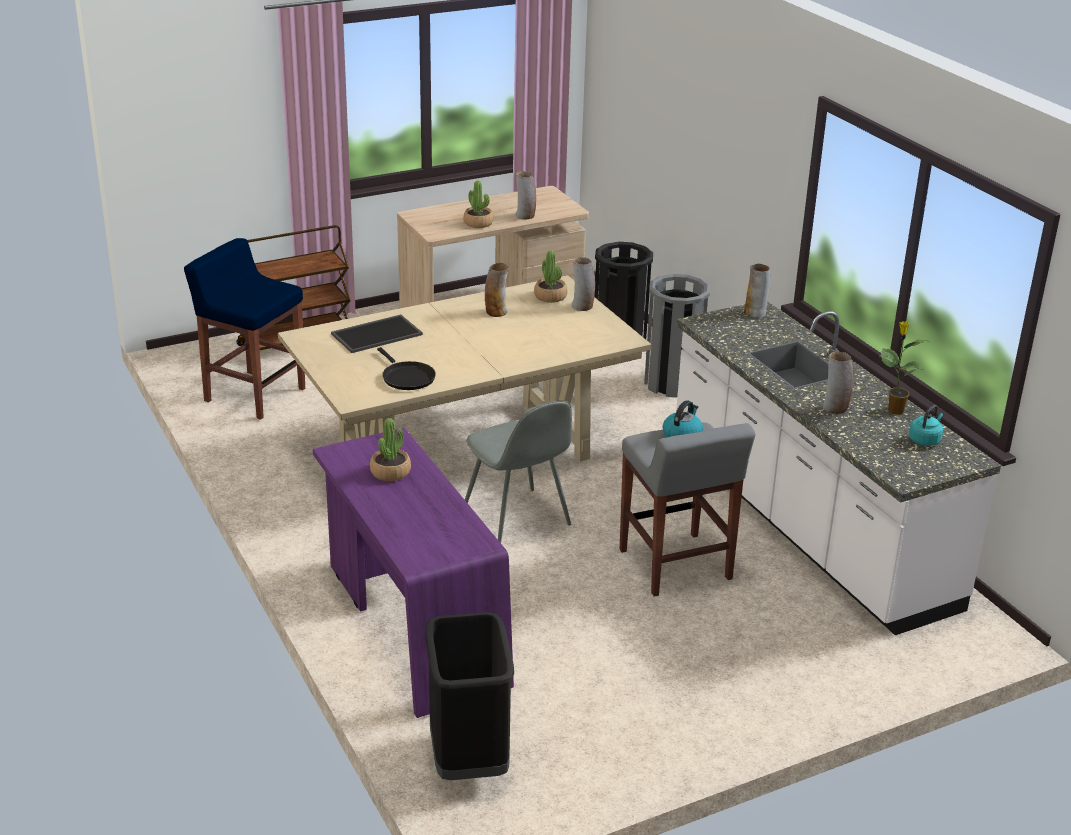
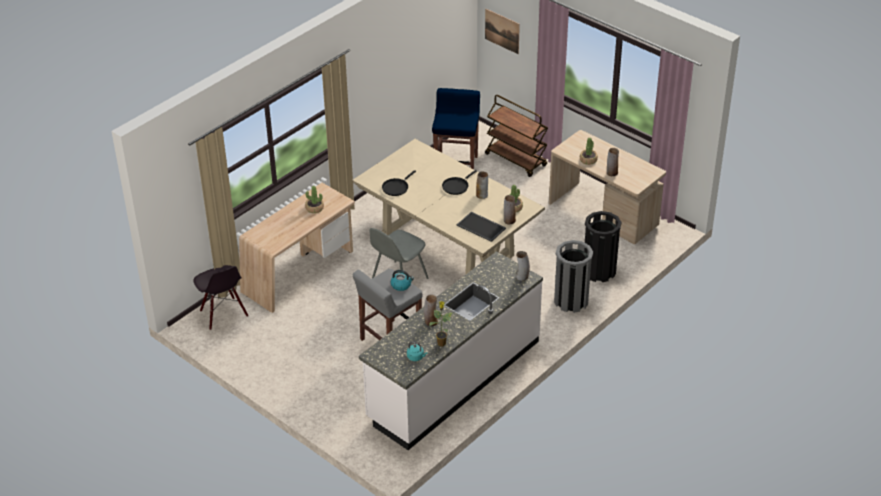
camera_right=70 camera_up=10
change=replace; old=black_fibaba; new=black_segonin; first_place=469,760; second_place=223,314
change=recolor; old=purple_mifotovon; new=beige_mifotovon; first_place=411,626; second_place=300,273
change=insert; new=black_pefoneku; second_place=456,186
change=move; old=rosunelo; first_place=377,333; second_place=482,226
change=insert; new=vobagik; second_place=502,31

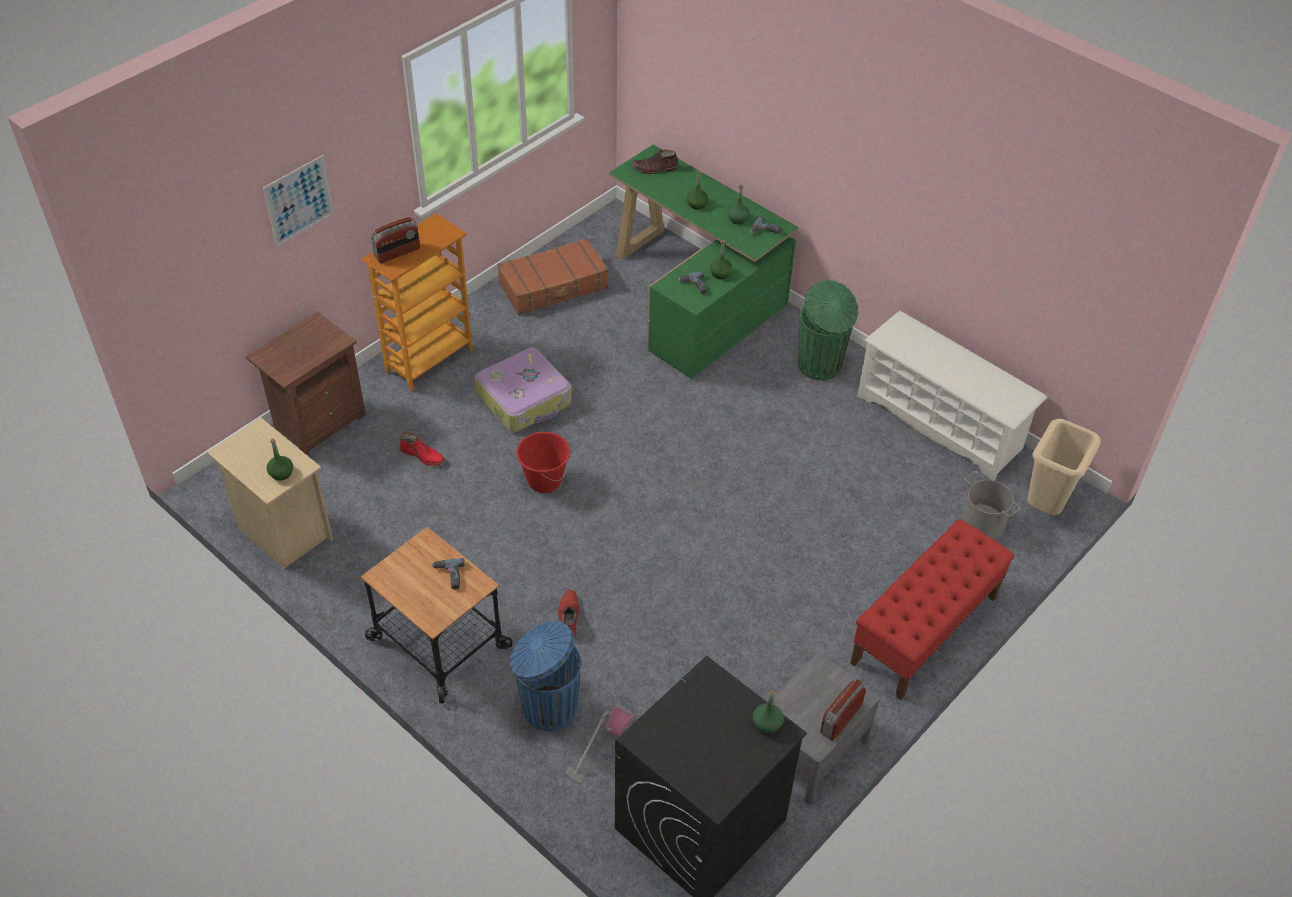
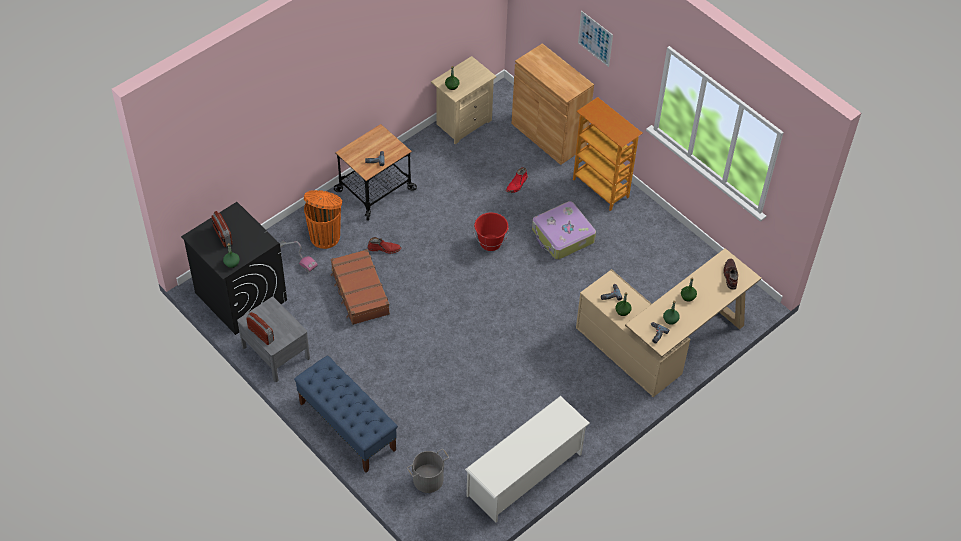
camera_right=95 camera_up=5
change=move; old=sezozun; first_place=397,253; second_place=222,236
change=recolor; old=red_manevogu; new=blue_manevogu; first_place=924,631; second_place=347,426
change=recolor; old=blue_fibaba; new=orange_fibaba; first_place=548,707; second_place=325,236
change=move; old=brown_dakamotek; first_place=554,286; second_place=359,292
change=replace; old=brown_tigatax; new=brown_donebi; first_place=318,422; second_place=548,135
change=recolor; old=green_mifotovon; new=beige_mifotovon; first_place=697,297; second_place=663,342
change=delete; old=green_fibaba; first_place=820,366
change=delete; old=beige_fibaba; first_place=1045,507

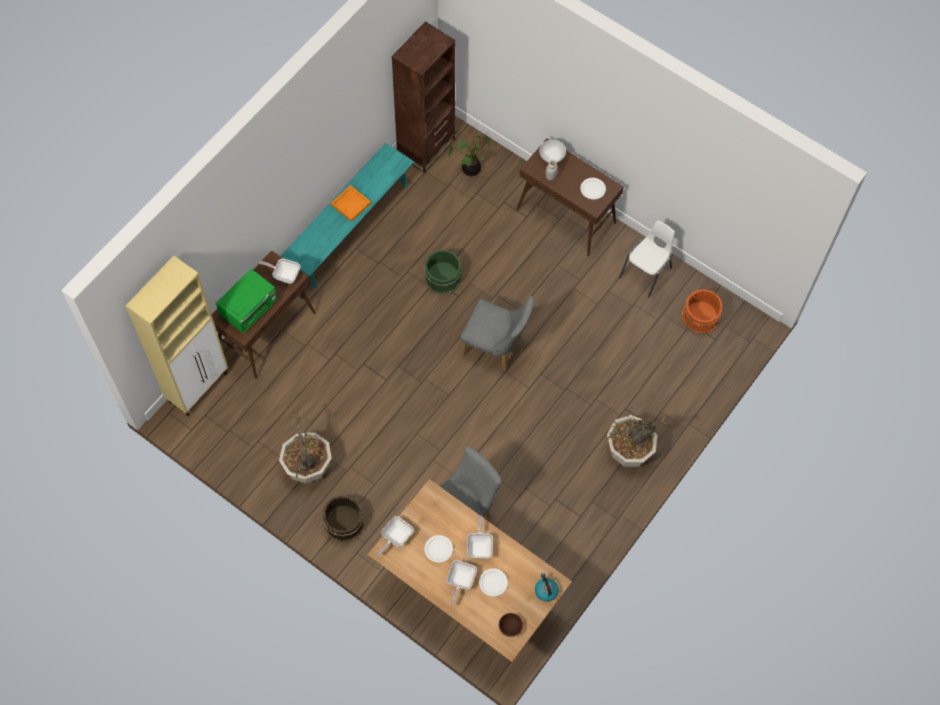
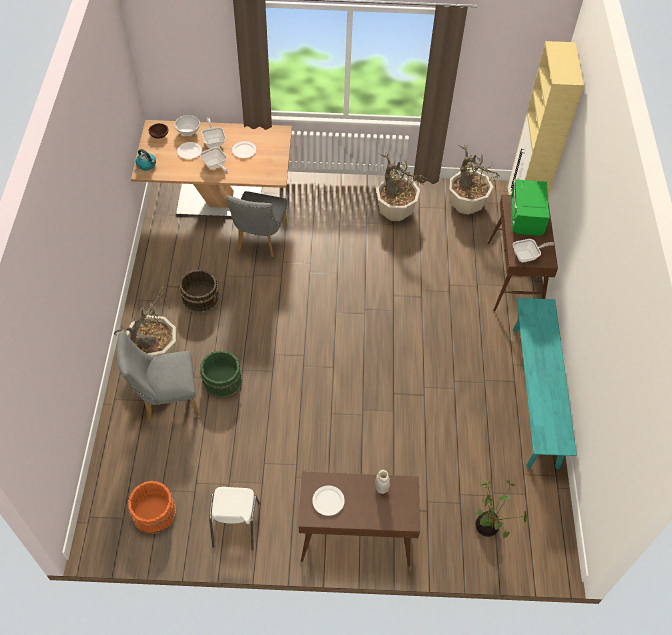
camera_right=145 camera_up=-10
change=move; old=grey_segonin; first_place=496,347; second_place=166,399
change=move; old=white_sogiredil; first_place=551,157; second_place=188,132
change=move; old=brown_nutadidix; first_place=343,522; second_place=201,298
change=move; old=green_nutadidix; first_place=442,277; second_place=222,380
change=insert; new=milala; second_place=467,205
change=delete; old=orange_rosunelo; first_place=351,204
change=delete; old=pefoneku; first_place=395,538
change=delete; old=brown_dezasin; first_place=426,147

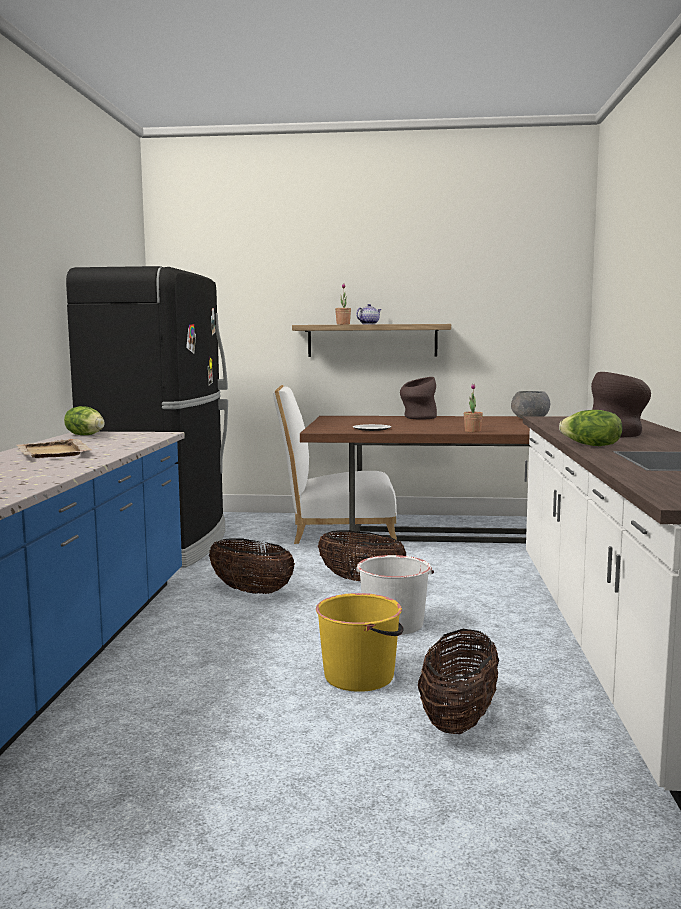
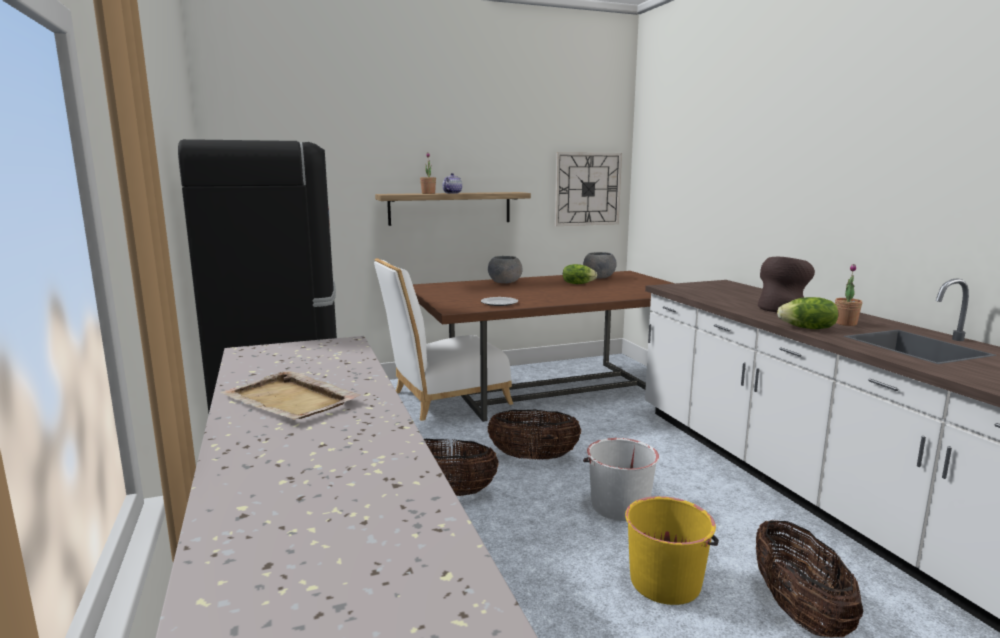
camera_right=-25 camera_up=5
change=replace; old=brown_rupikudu; new=grey_sogiredil; first_place=417,418; second_place=505,282
change=insert; new=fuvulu; second_place=587,189
change=move; old=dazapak; first_place=86,435; second_place=578,284
change=move; old=milala; first_place=472,431; second_place=845,323

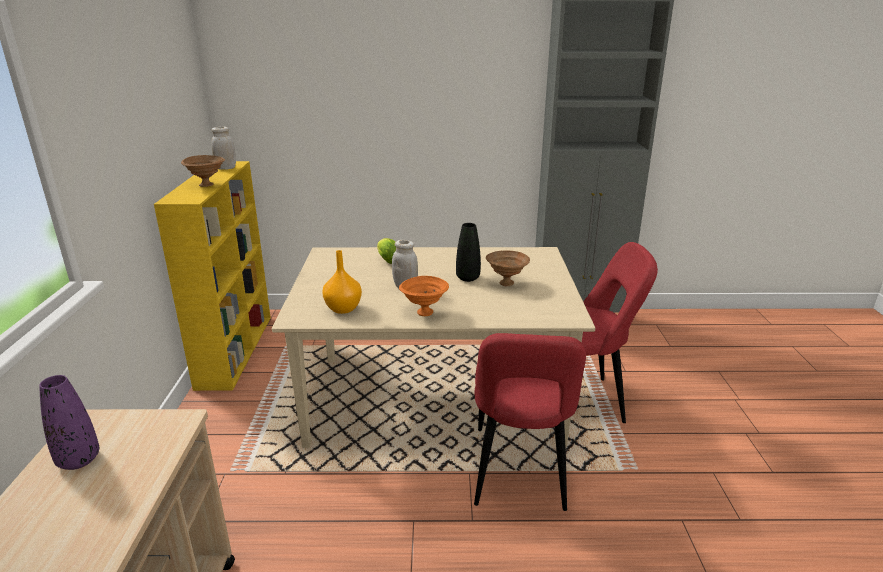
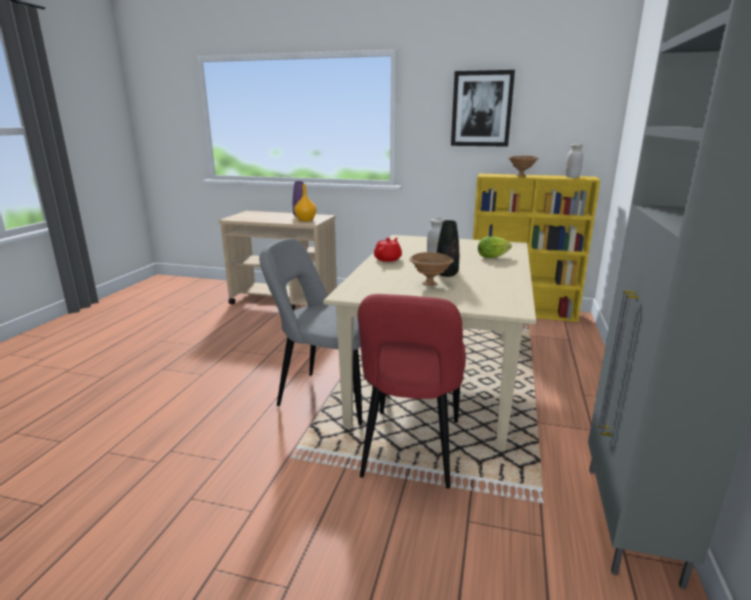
camera_right=105 camera_up=-5
change=recolor; old=red_segonin; new=grey_segonin; first_place=519,472; second_place=328,396
change=move; old=orange_rupikudu; first_place=343,309; second_place=305,220
change=replace; old=orange_sogiredil; new=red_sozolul; first_place=423,312; second_place=388,259
change=insert; new=vobagik; second_place=481,109

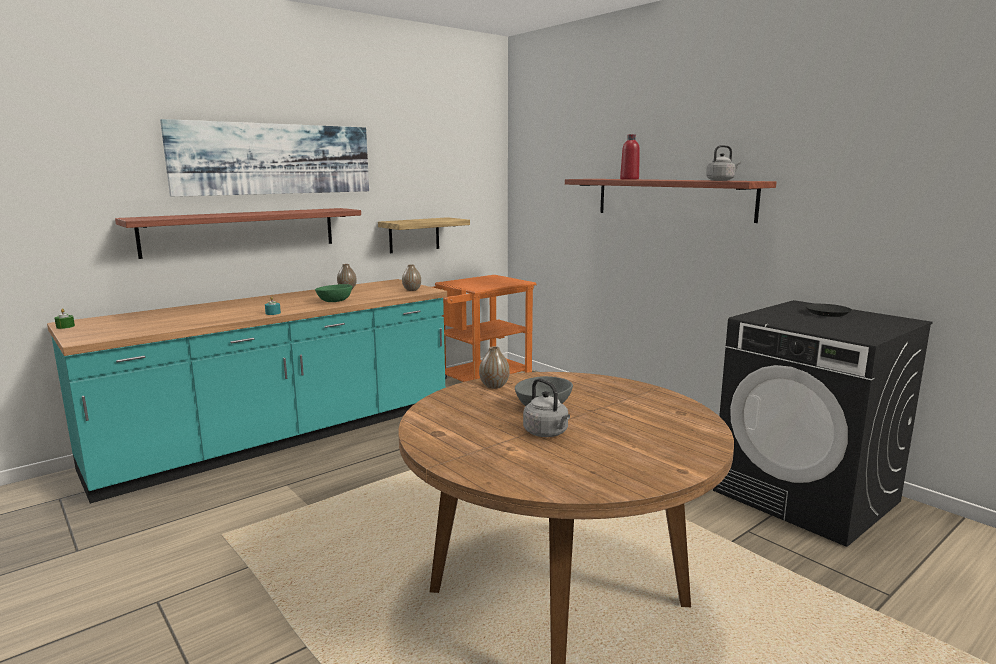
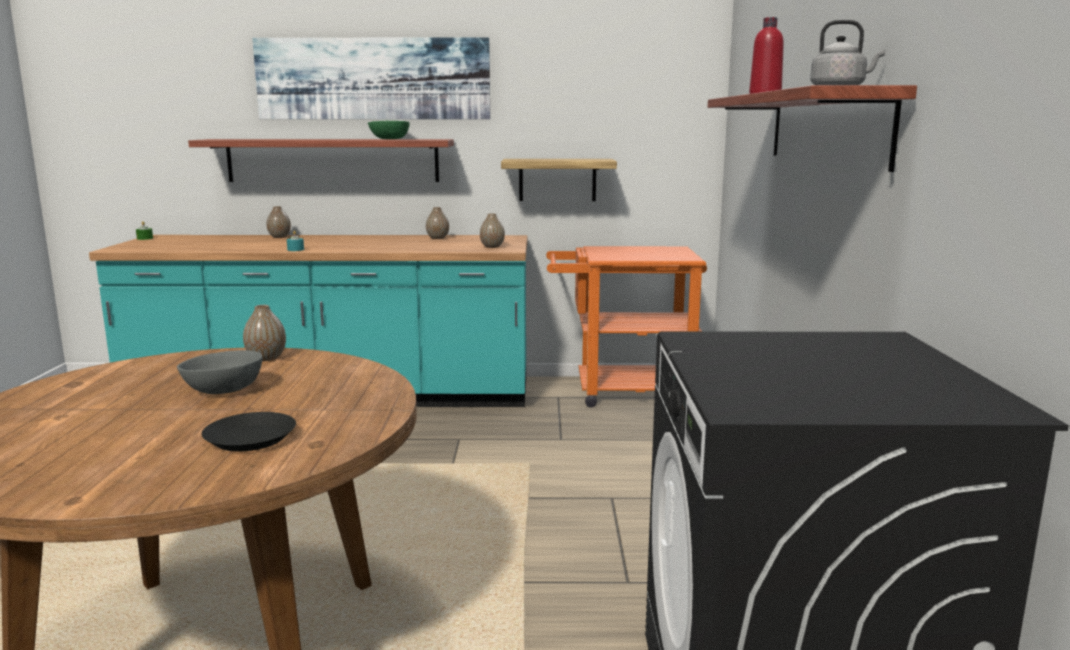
camera_right=40 camera_up=0
change=move; old=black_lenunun; first_place=827,313; second_place=250,439
change=insert; new=rupikudu; second_place=279,237
change=move; old=green_sogiredil; first_place=335,301; second_place=390,139
change=delete; old=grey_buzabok; first_place=547,433

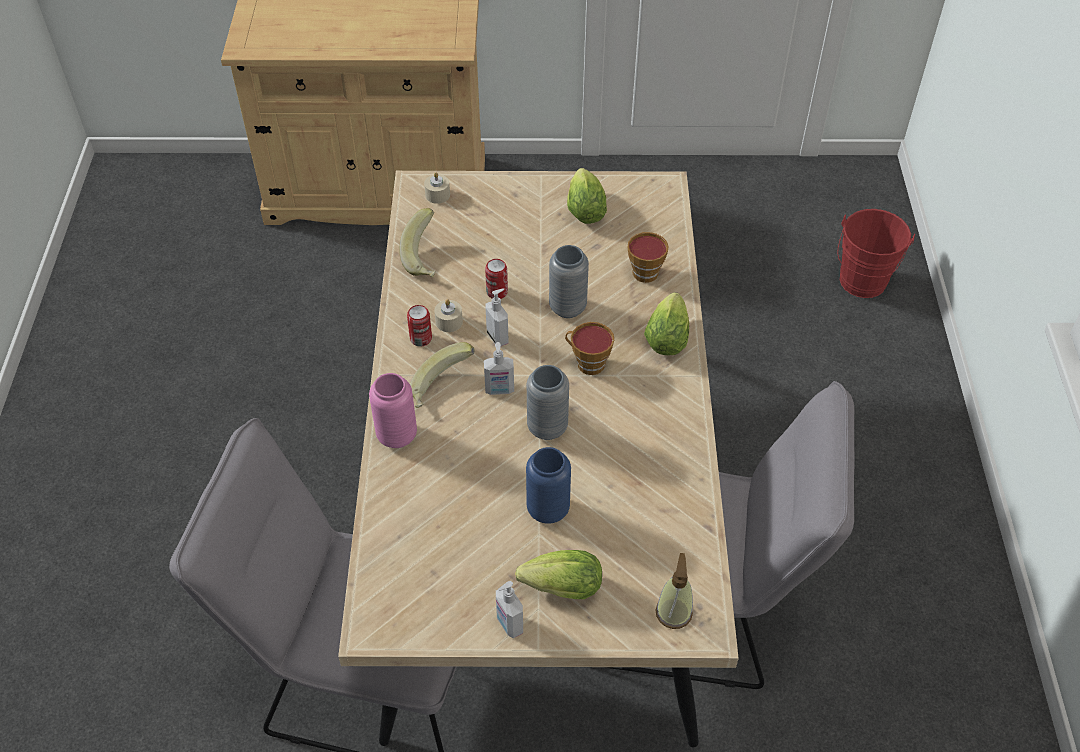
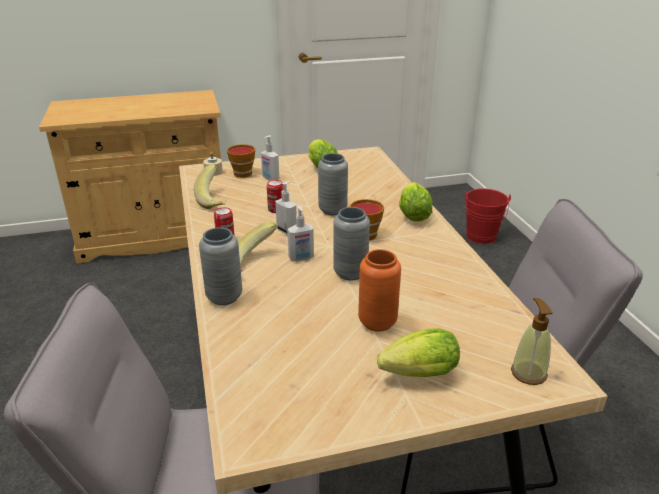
camera_right=-15 camera_up=-20
change=recolor; old=pink_rupikudu; new=grey_rupikudu; first_place=397,436; second_place=224,297
change=move; old=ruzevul; first_place=644,270; second_place=241,173
change=move; old=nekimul; first_place=509,624; second_place=270,178
change=recolor; old=blue_rupikudu; new=orange_rupikudu; first_place=548,509; second_place=377,322
change=delete; old=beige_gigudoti; first_place=449,322

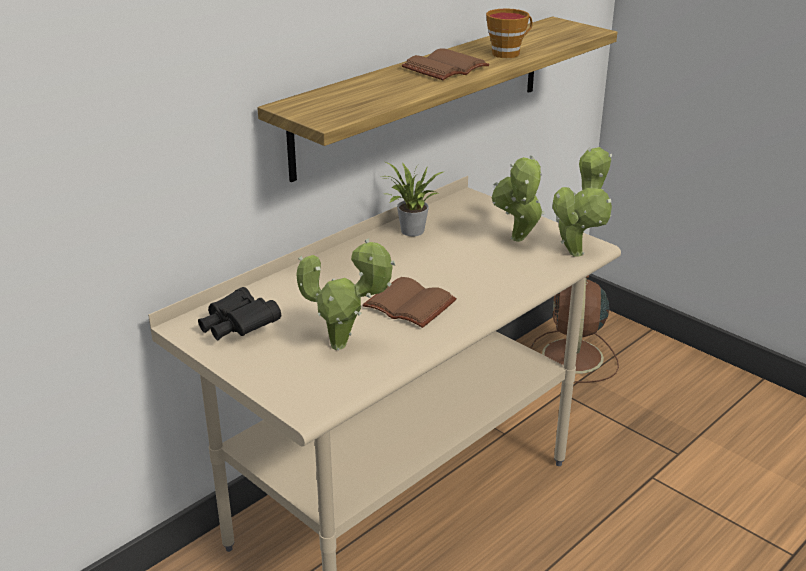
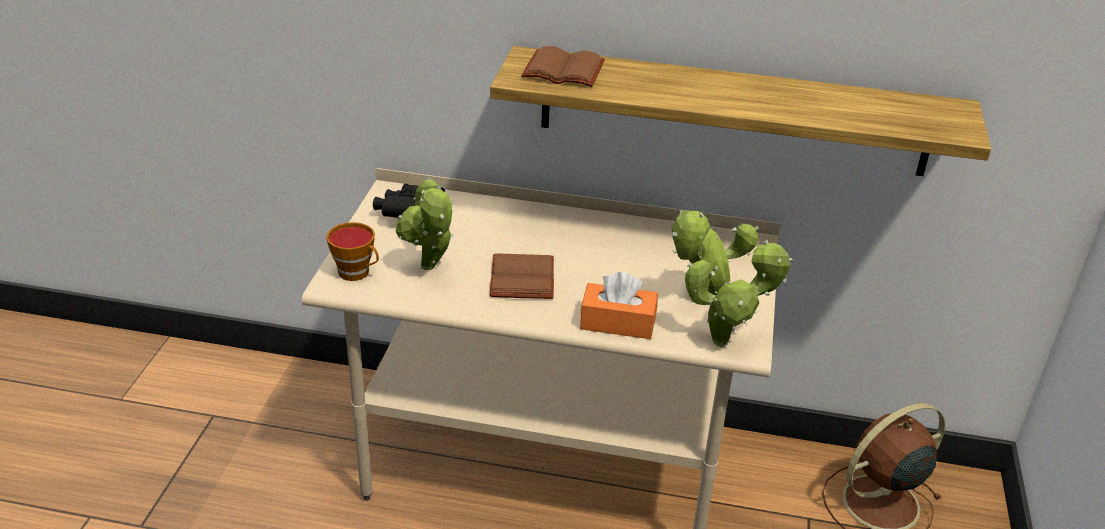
camera_right=55 camera_up=5
change=move; old=ruzevul; first_place=508,53; second_place=357,273
change=move; old=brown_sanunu; first_place=446,69; second_place=561,71
change=insert; new=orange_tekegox; second_place=617,323
change=delete; old=milala; first_place=410,232

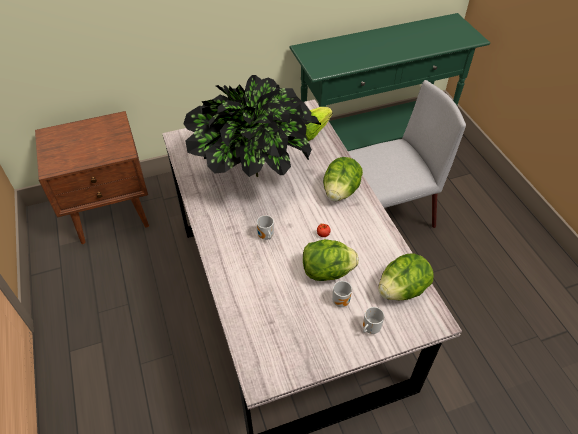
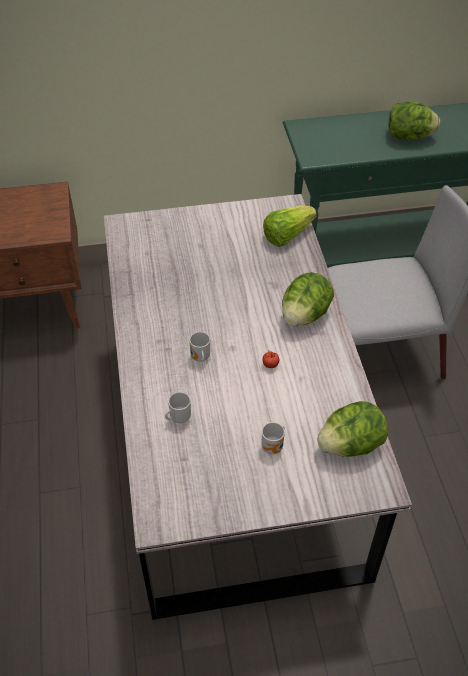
camera_right=10 camera_up=0
change=move; old=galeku; first_place=369,328; second_place=178,418
change=move; old=dazapak; first_place=327,271; second_place=409,136
change=delete; old=milala; first_place=254,175

